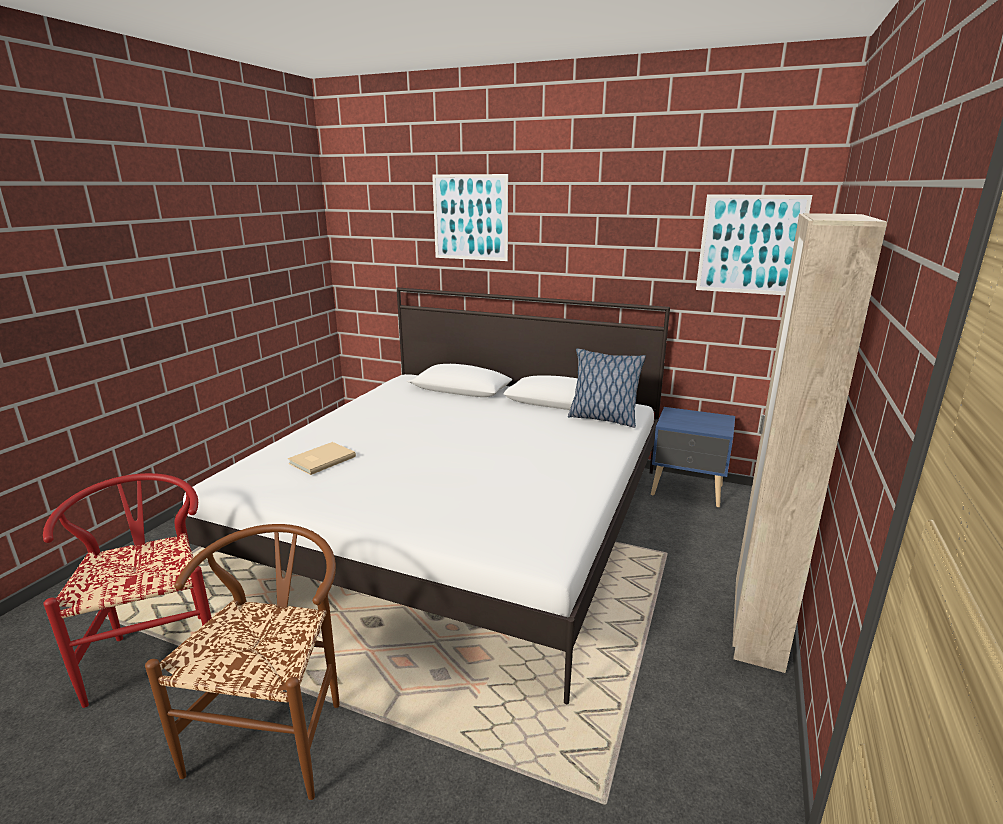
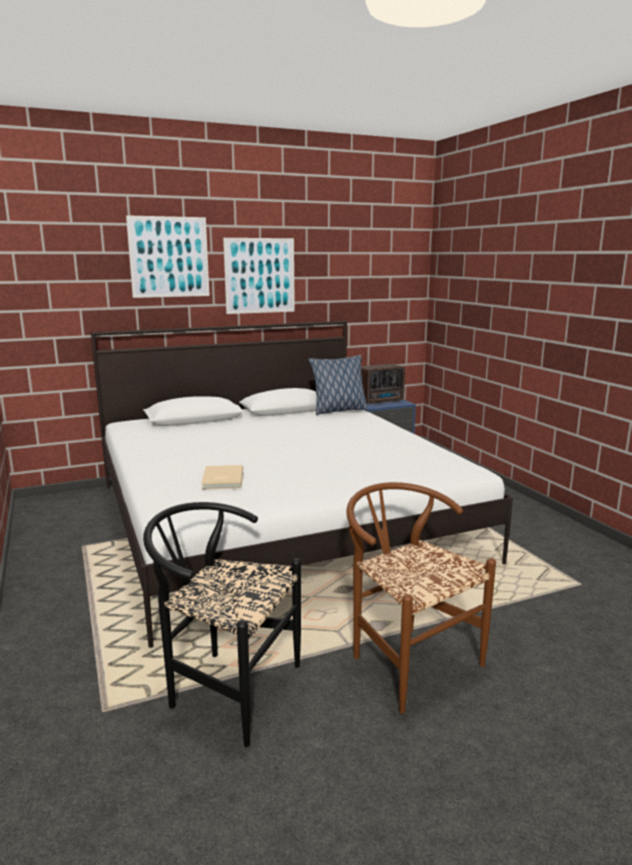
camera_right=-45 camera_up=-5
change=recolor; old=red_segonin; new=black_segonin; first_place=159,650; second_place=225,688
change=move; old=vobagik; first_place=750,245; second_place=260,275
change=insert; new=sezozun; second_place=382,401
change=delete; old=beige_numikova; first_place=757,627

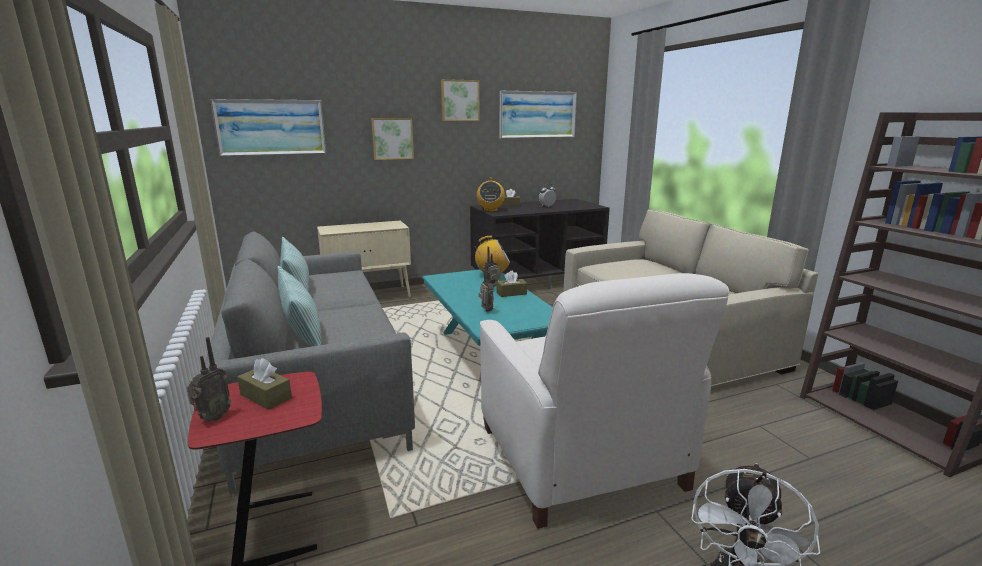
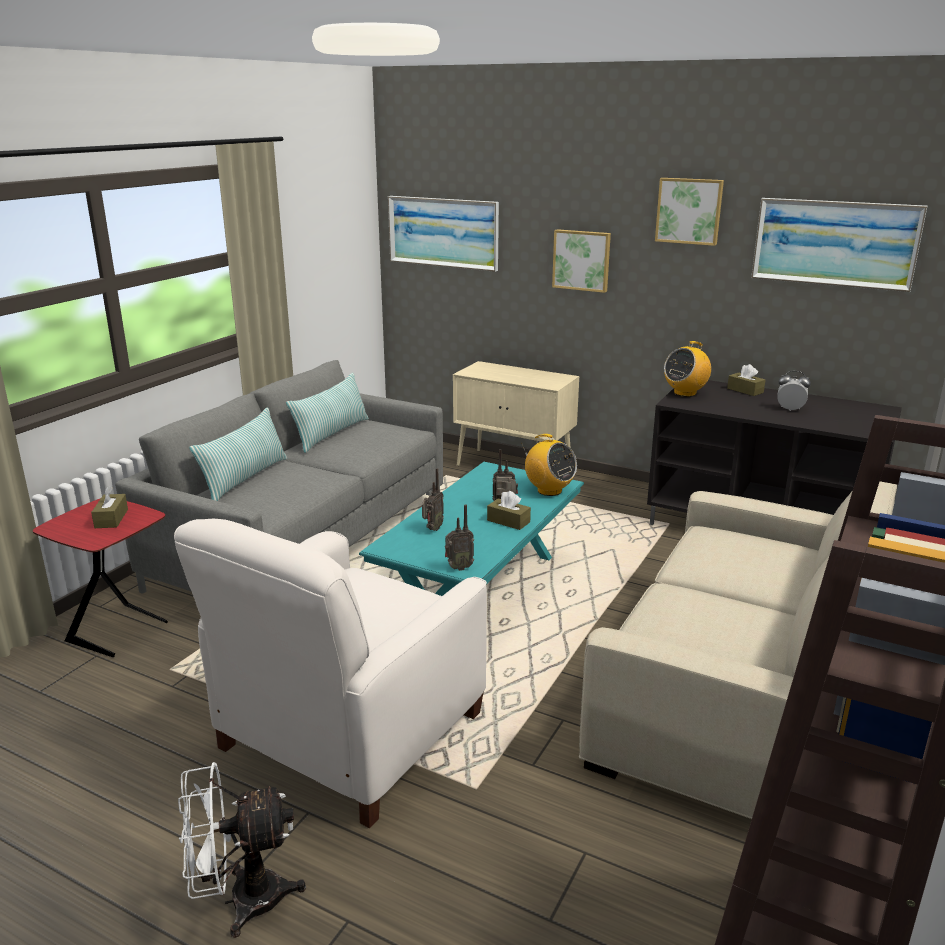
camera_right=50 camera_up=5
change=move; old=sezozun; first_place=212,418; second_place=458,567

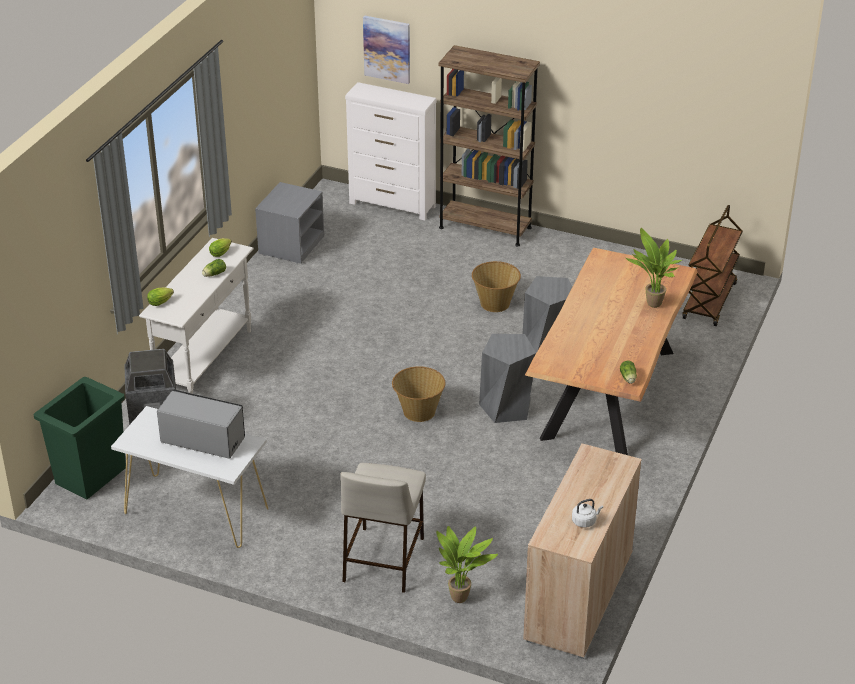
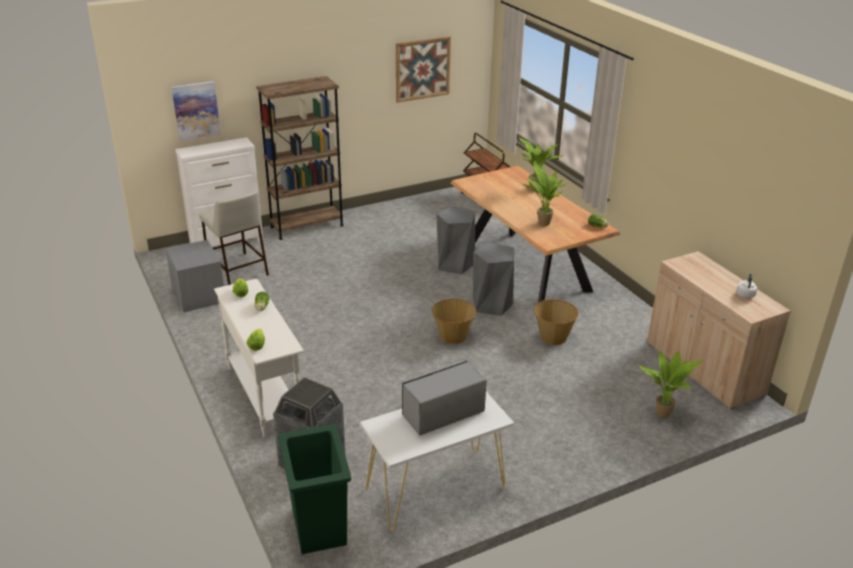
camera_right=-50 camera_up=-5
change=move; old=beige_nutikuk; first_place=383,558; second_place=236,269
change=insert; new=vobagik; second_place=422,69
change=insert; new=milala; second_place=542,224
change=move; old=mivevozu; first_place=495,303; second_place=553,337

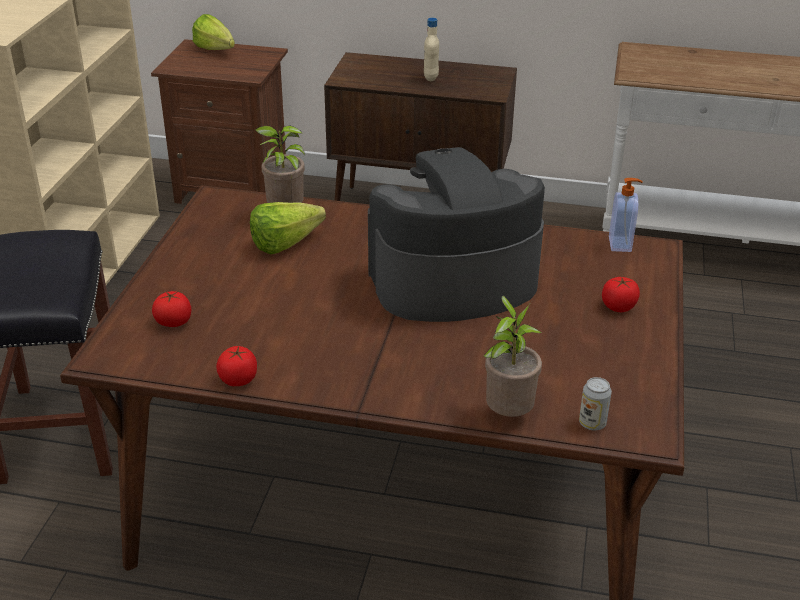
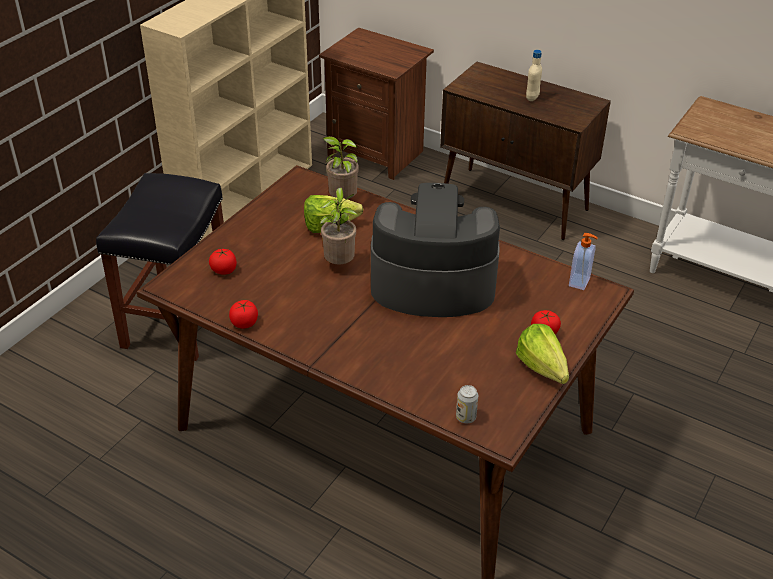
camera_right=20 camera_up=5
change=move; old=milala; first_place=507,414; second_place=340,264
change=move; old=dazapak; first_place=217,51; second_place=544,372

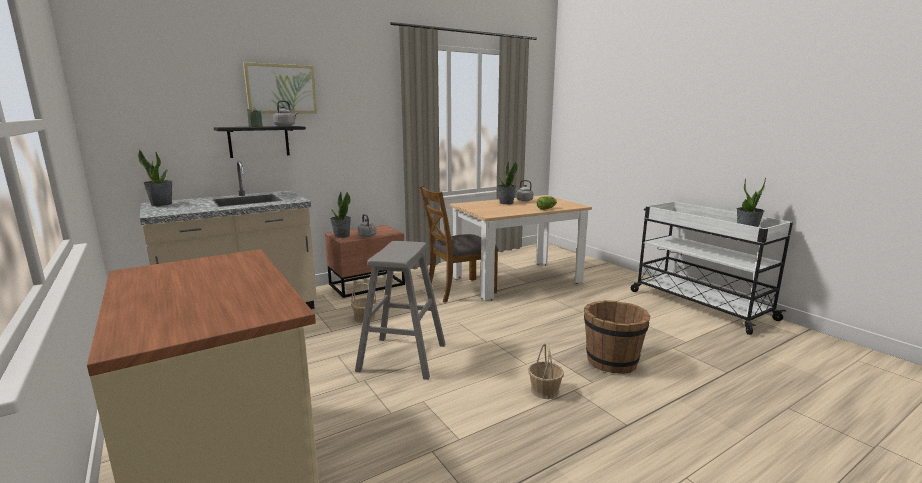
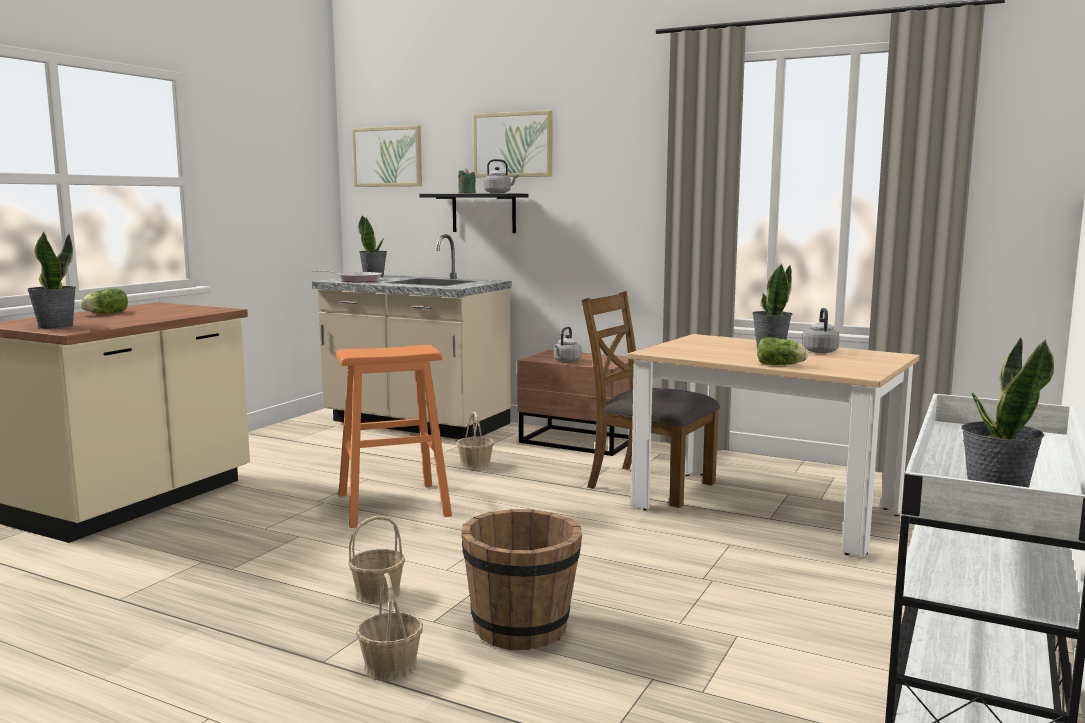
camera_right=60 camera_up=-5
change=move; old=milala; first_place=341,236; second_place=55,326
change=insert; new=dazapak; second_place=104,313
change=insert; new=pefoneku; second_place=356,280
change=recolor; old=grey_nutikuk; new=orange_nutikuk; first_place=402,357; second_place=393,504
change=insert; new=vobagik; second_place=388,157
change=insert; new=mivevozu; second_place=390,667

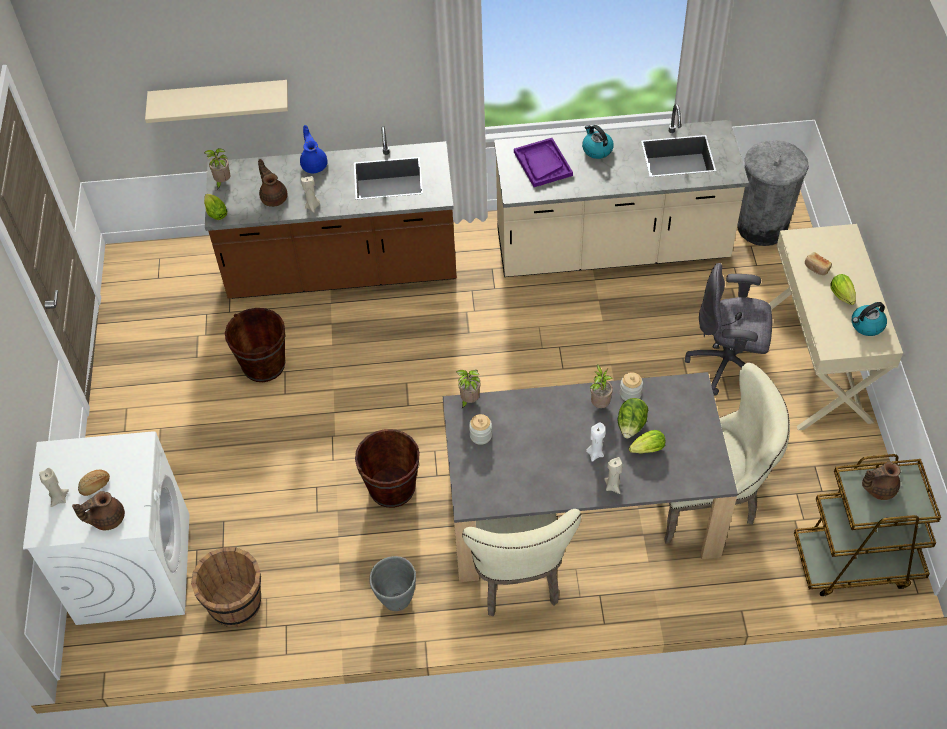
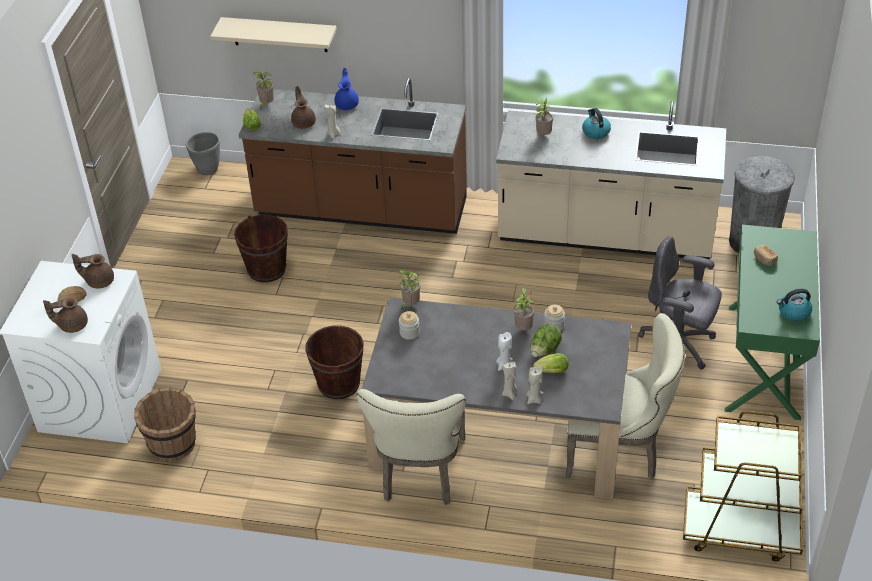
camera_right=15 camera_up=-10
change=move; old=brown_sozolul; first_place=878,488; second_place=99,281
change=move; old=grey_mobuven; first_place=396,599; second_place=207,170
change=move; old=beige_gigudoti; first_place=59,498; second_place=534,399
change=replace; old=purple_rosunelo; new=milala; first_place=542,164; second_place=543,135
change=recolor; old=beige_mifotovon; new=green_mifotovon; first_place=817,363; second_place=764,361
change=delete; old=dazapak; first_place=843,297

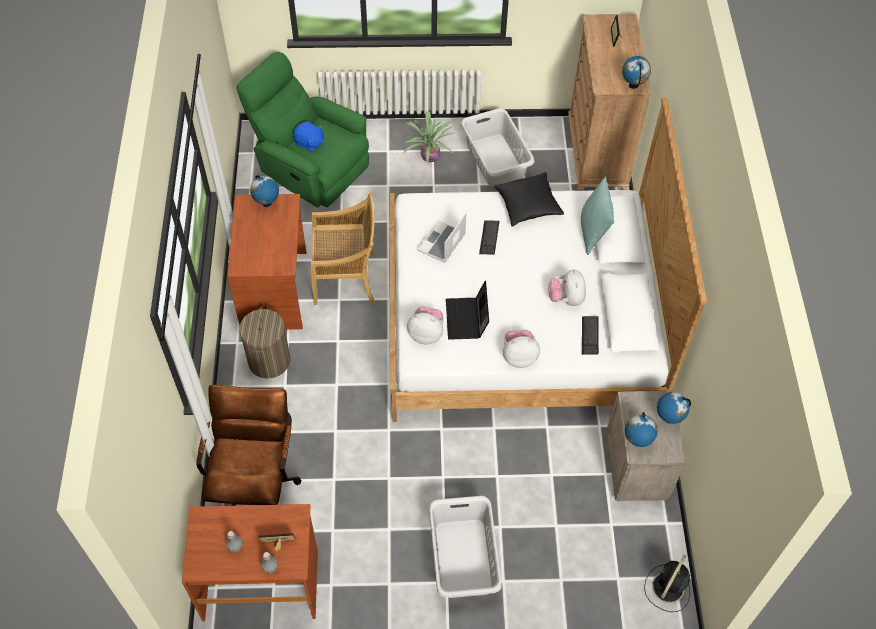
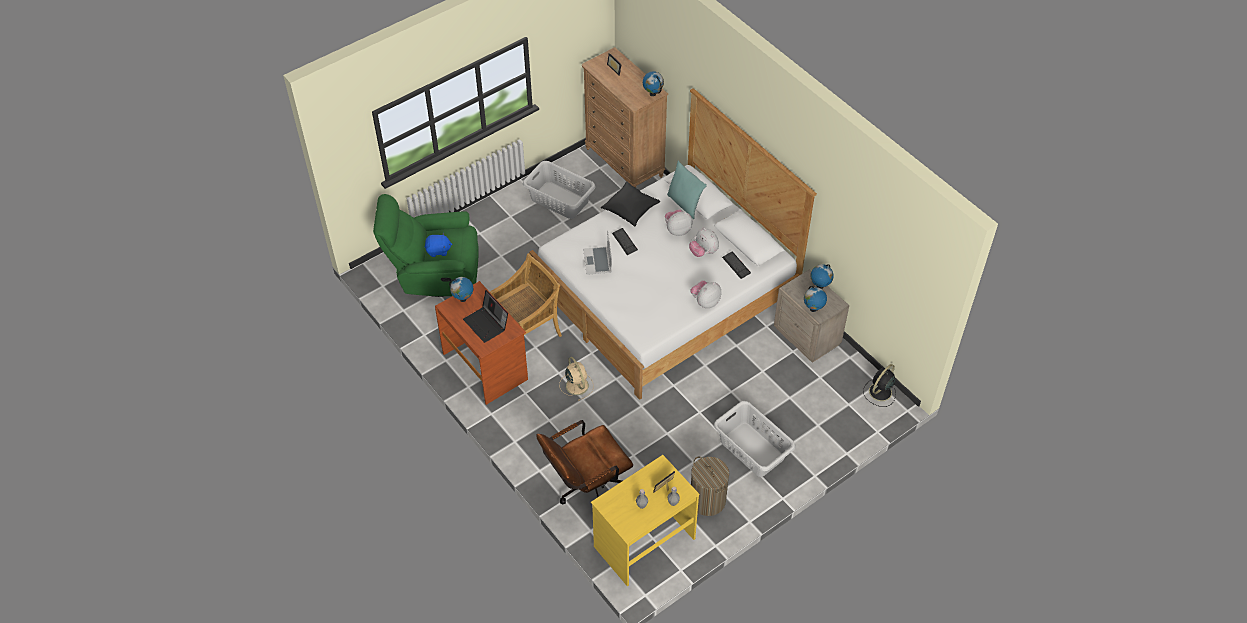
camera_right=-35 camera_up=-5
change=move; old=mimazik; first_place=467,319; second_place=487,324
change=rotate; old=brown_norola; first_place=256,484; second_place=586,489; degrees=-90
change=insert; new=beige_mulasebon; second_place=576,385
change=recolor; old=brown_mifotovon; new=yellow_mifotovon; first_place=261,583; second_place=644,542
change=move; old=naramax; first_place=426,334; second_place=677,230
change=move; old=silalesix; first_place=269,360; second_place=707,500
change=rotate; old=black_mulasebon; first_place=667,588; second_place=879,392; degrees=45
change=delete; old=milala; first_place=430,156

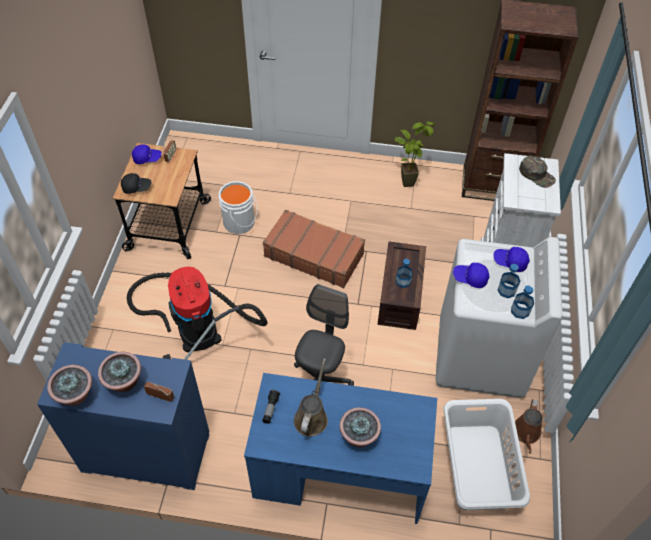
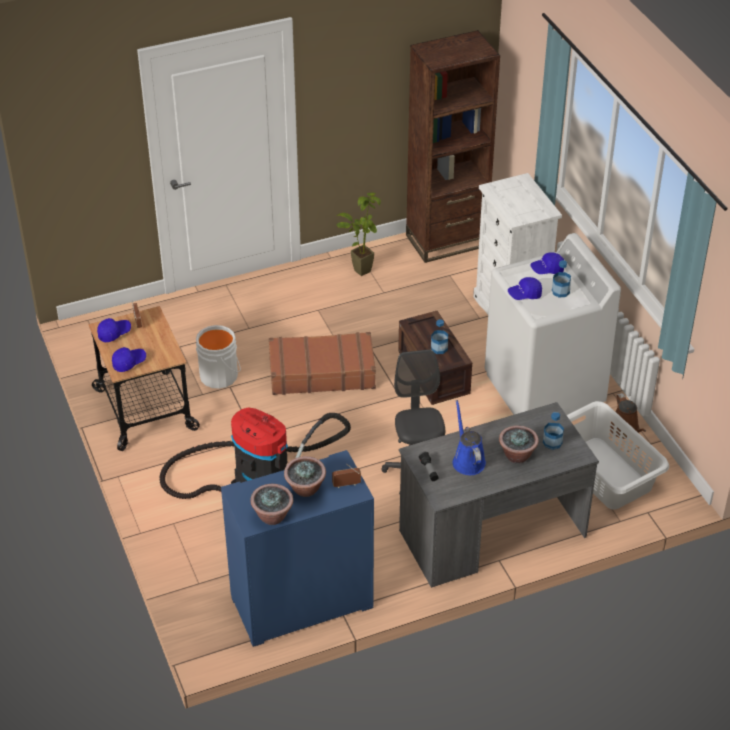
camera_right=-30 camera_up=-10
change=recolor; old=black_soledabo; new=blue_soledabo; first_place=136,187; second_place=129,362
change=recolor; old=blue_mifotovon; new=grey_mifotovon; first_place=339,474; second_place=492,534
change=recolor; old=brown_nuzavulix; new=blue_nuzavulix; first_place=311,417; second_place=467,460
change=move; old=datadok; first_place=520,311; second_place=552,442
change=delete; old=green_soledabo; first_place=537,174

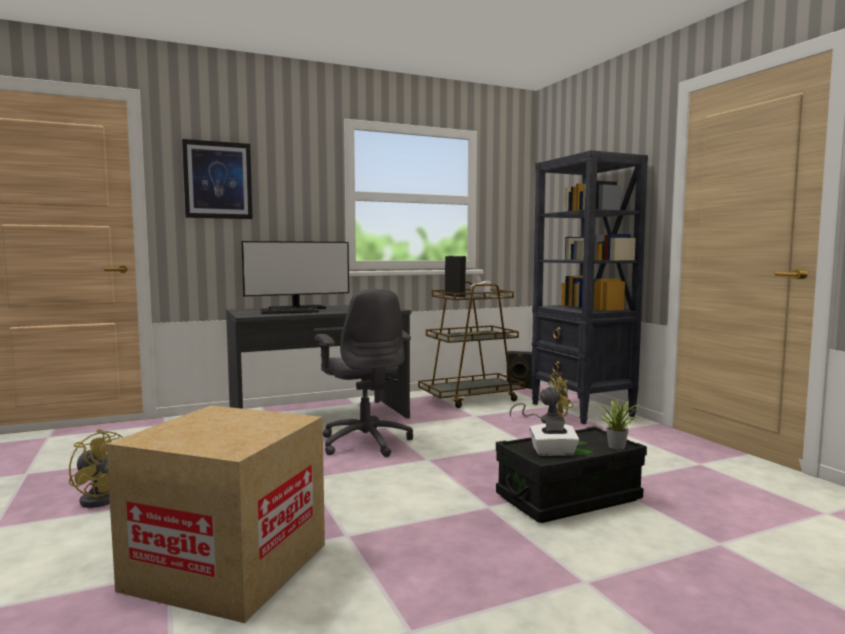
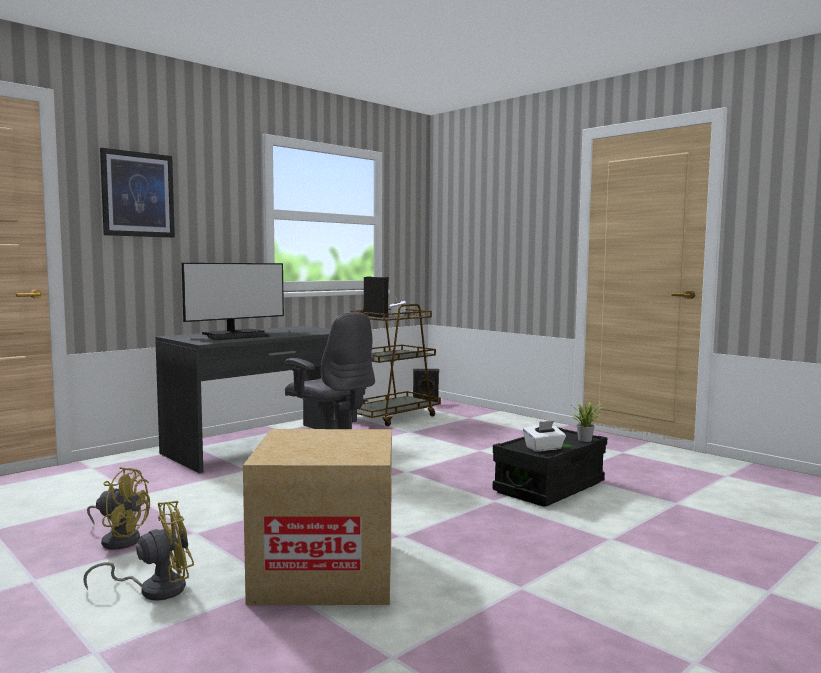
camera_right=-20 camera_up=0
change=move; old=yellow_mulasebon; first_place=547,421; second_place=154,589
change=delete; old=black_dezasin; first_place=582,410

